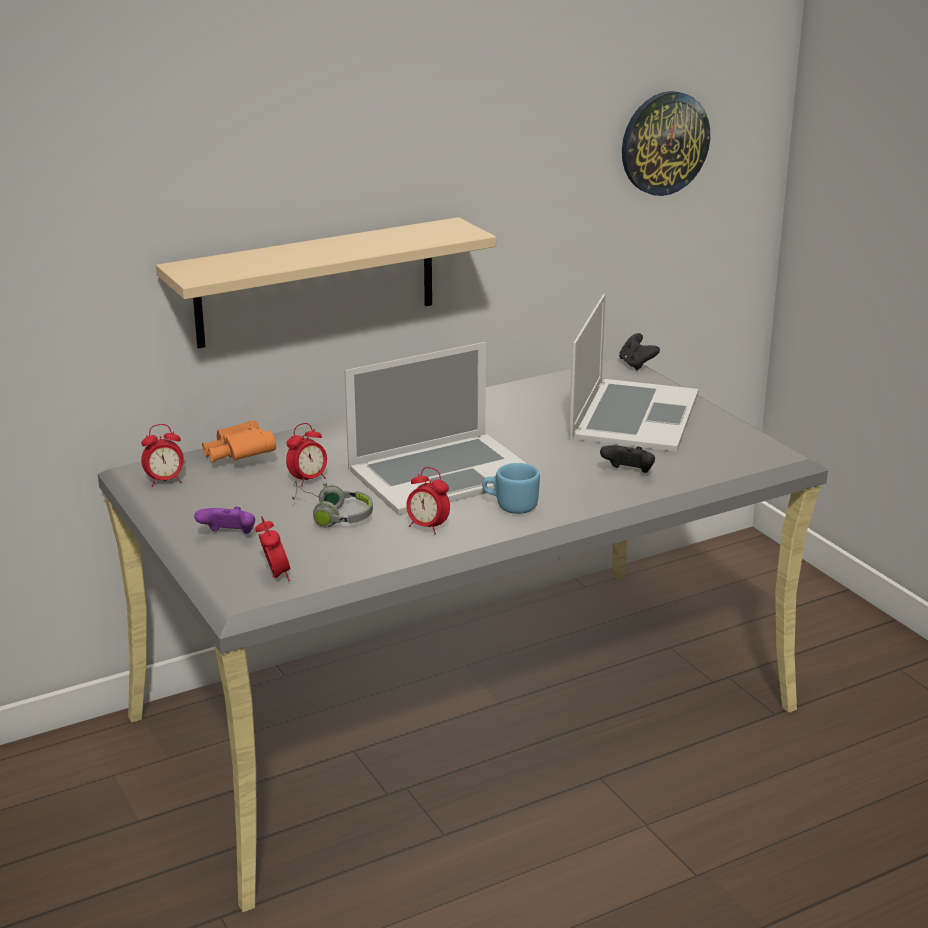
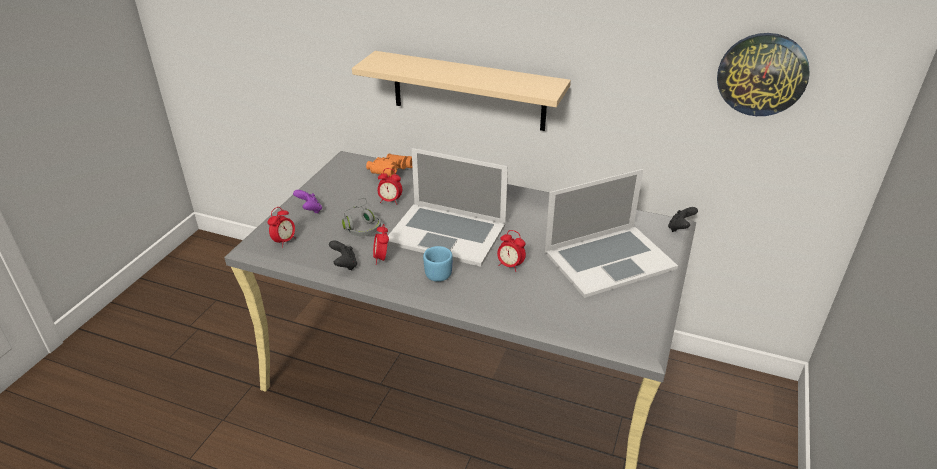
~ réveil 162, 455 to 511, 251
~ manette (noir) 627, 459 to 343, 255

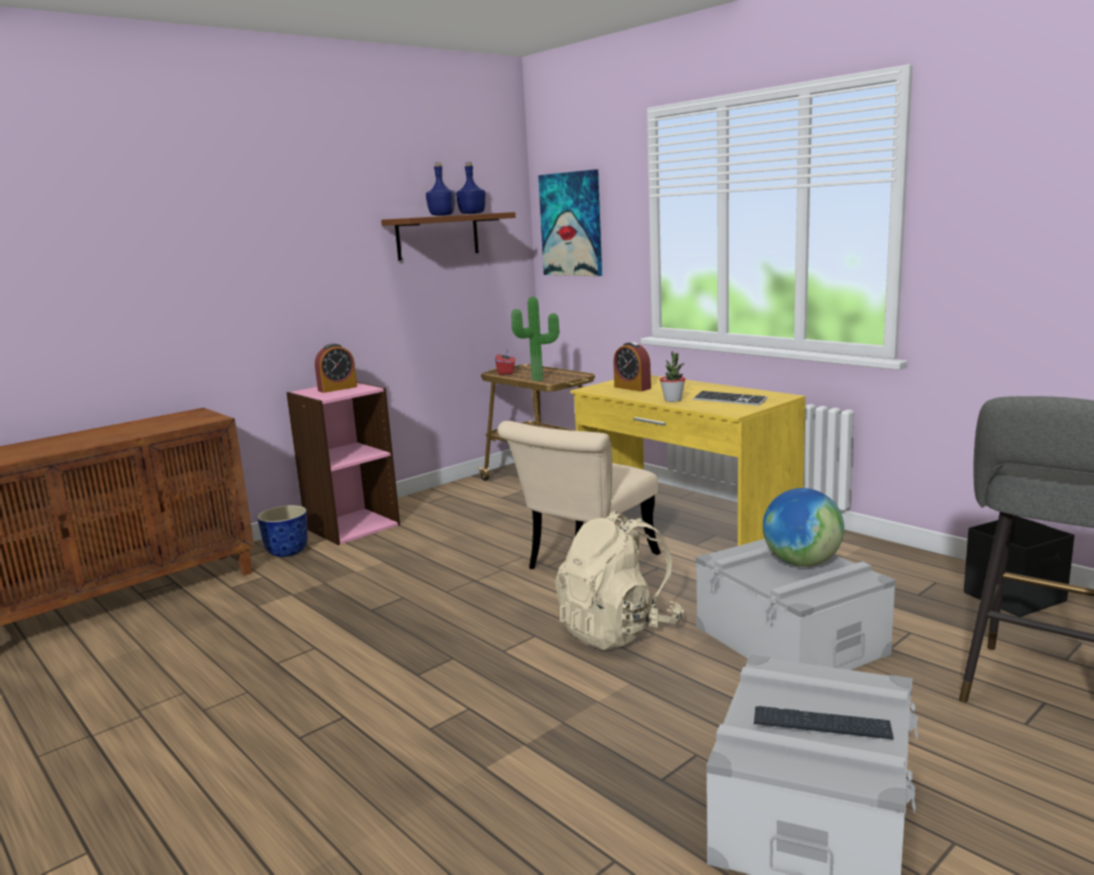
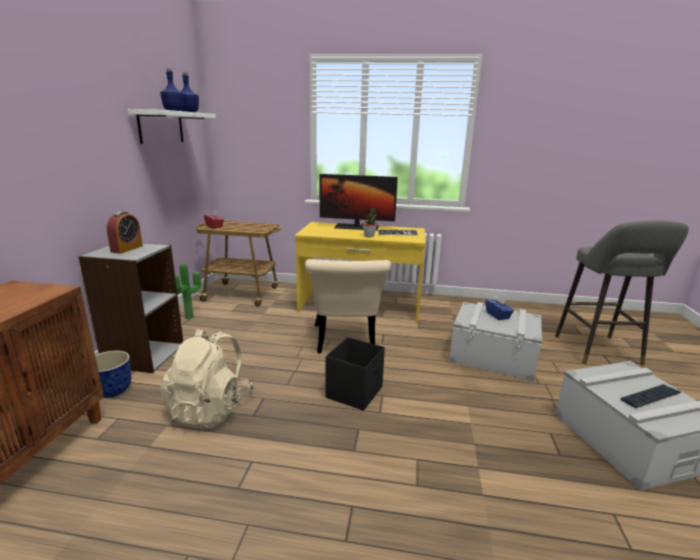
- tableau 570, 222
- réveil 632, 367
+ écran d'ordinateur 359, 202
~ plante en pot 535, 339 to 188, 291
~ sac à dos (beige) 619, 580 to 207, 379
~ boîte de rangement (noir) 1019, 566 to 355, 373
~ globe 803, 527 to boîte à mouchoirs (bleu) 499, 307
~ bibliothèque (rose) 343, 463 to bibliothèque (gris) 130, 307
~ étagère (marron) 448, 236 to étagère (blanc) 172, 126

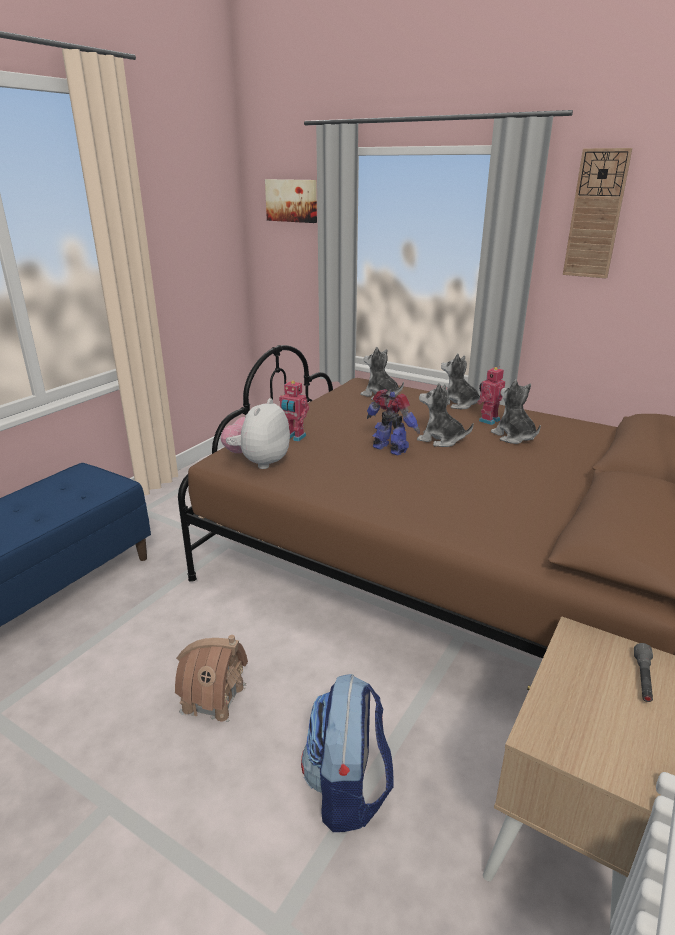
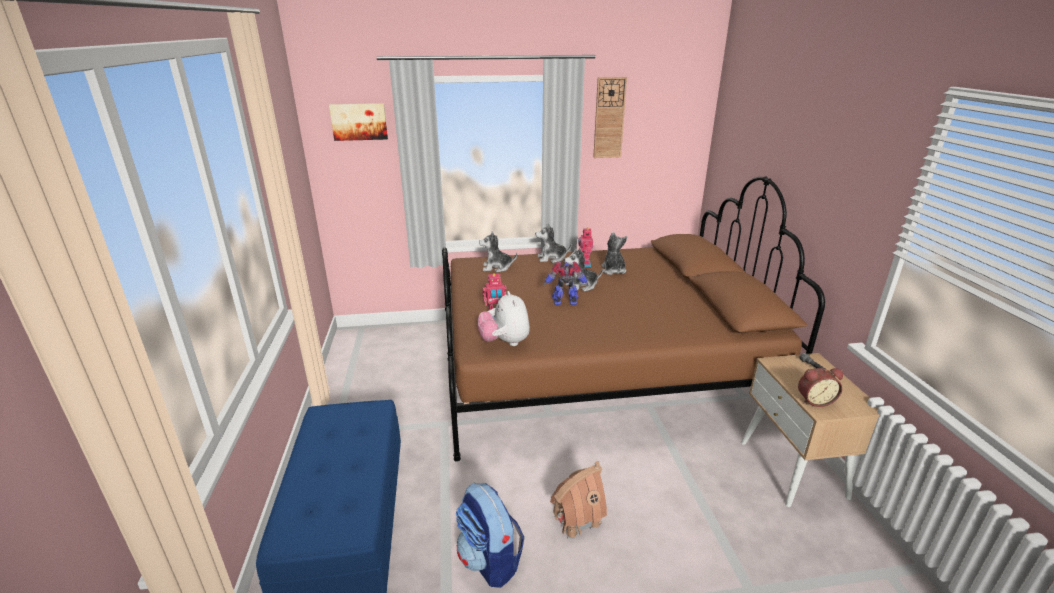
+ réveil 820, 387
~ sac à dos 347, 753 to 490, 535
~ peluche 516, 411 = 614, 253 60 degrees clockwise

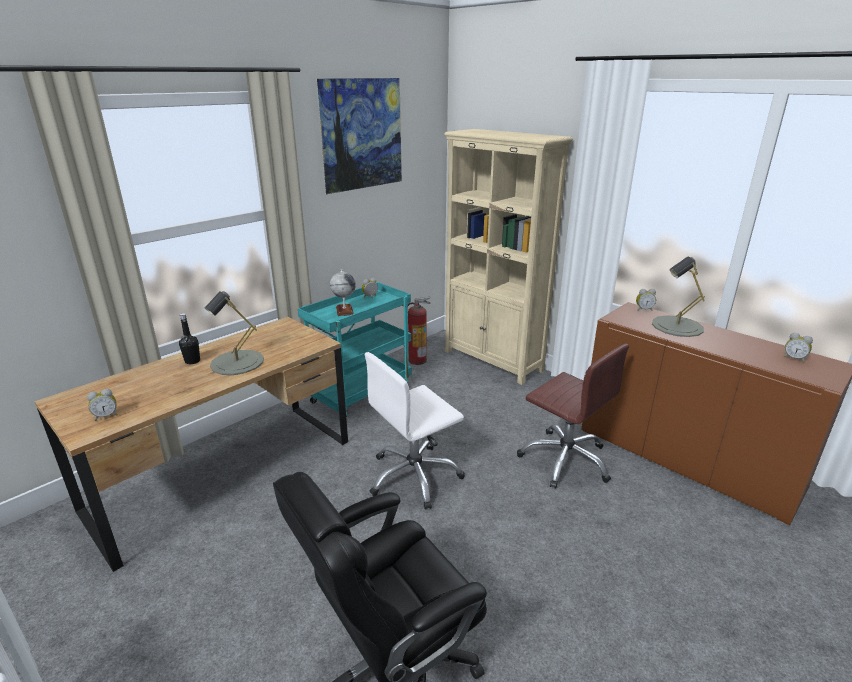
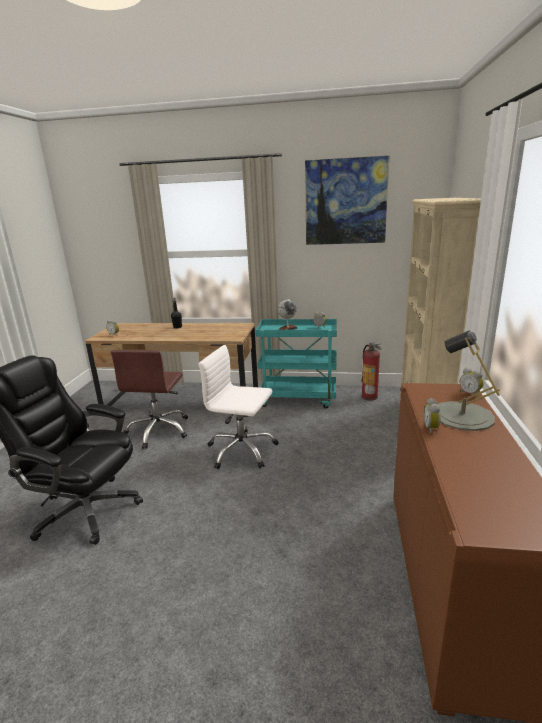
- lampe de table (gris) 234, 333
~ chaise de bureau (marron) 573, 416 to 149, 399
~ réveil 798, 348 to 432, 416

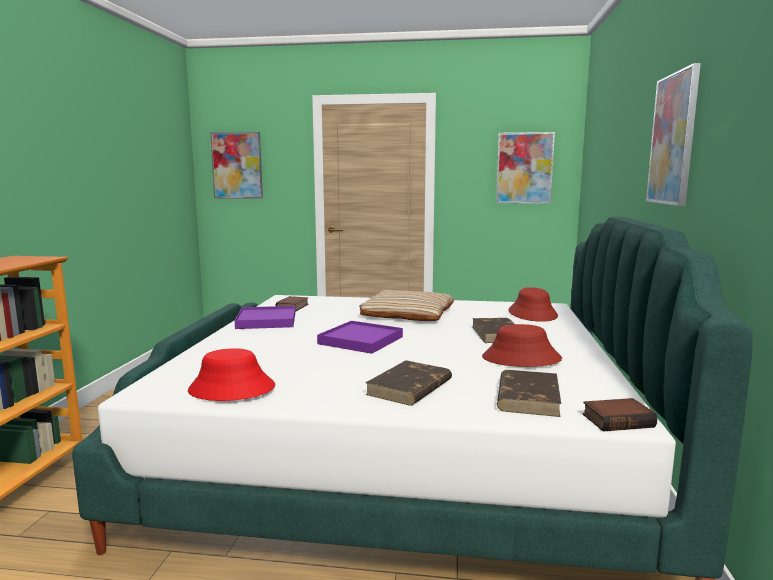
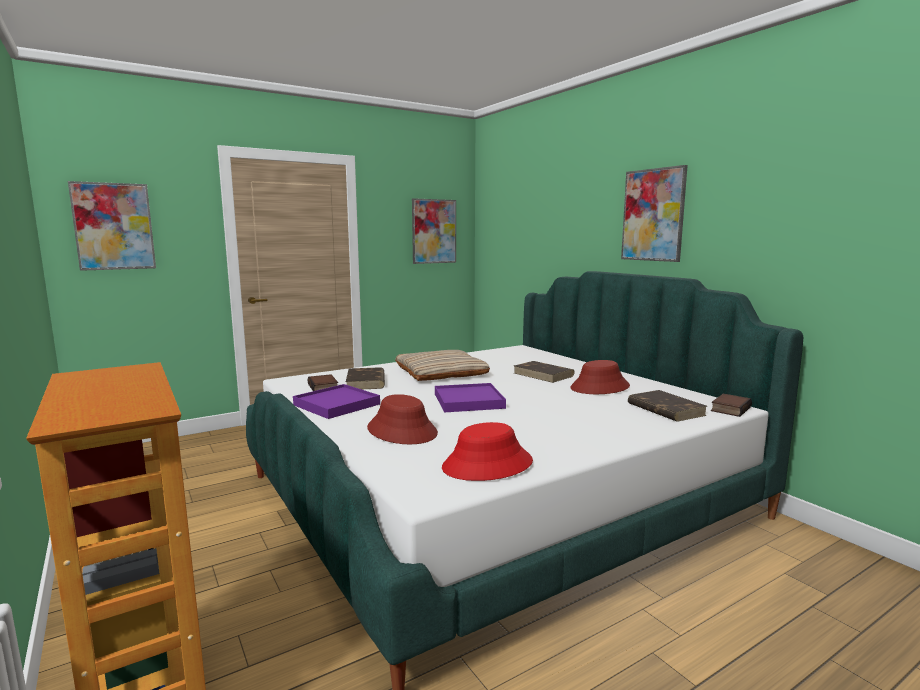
~ livre (marron) 408, 383 to 365, 378
~ chapeau (rouge) 533, 304 to 402, 419

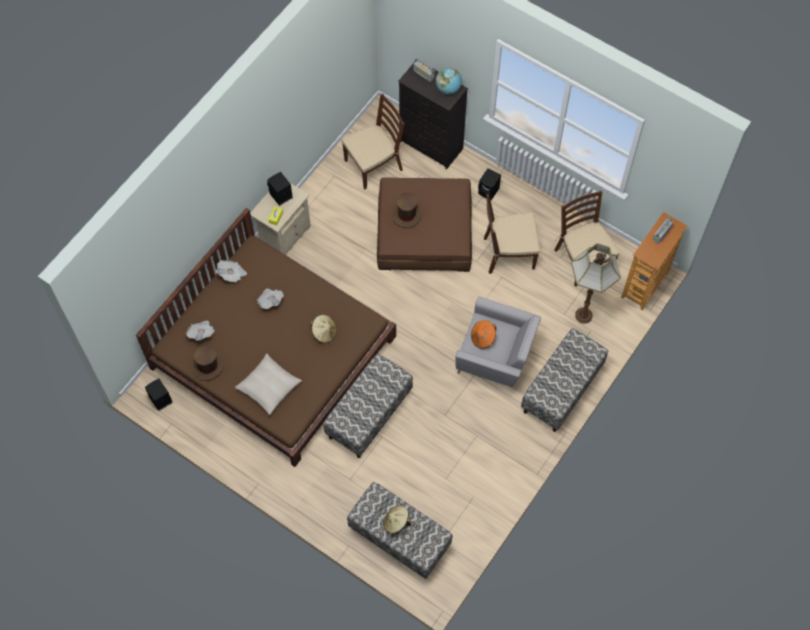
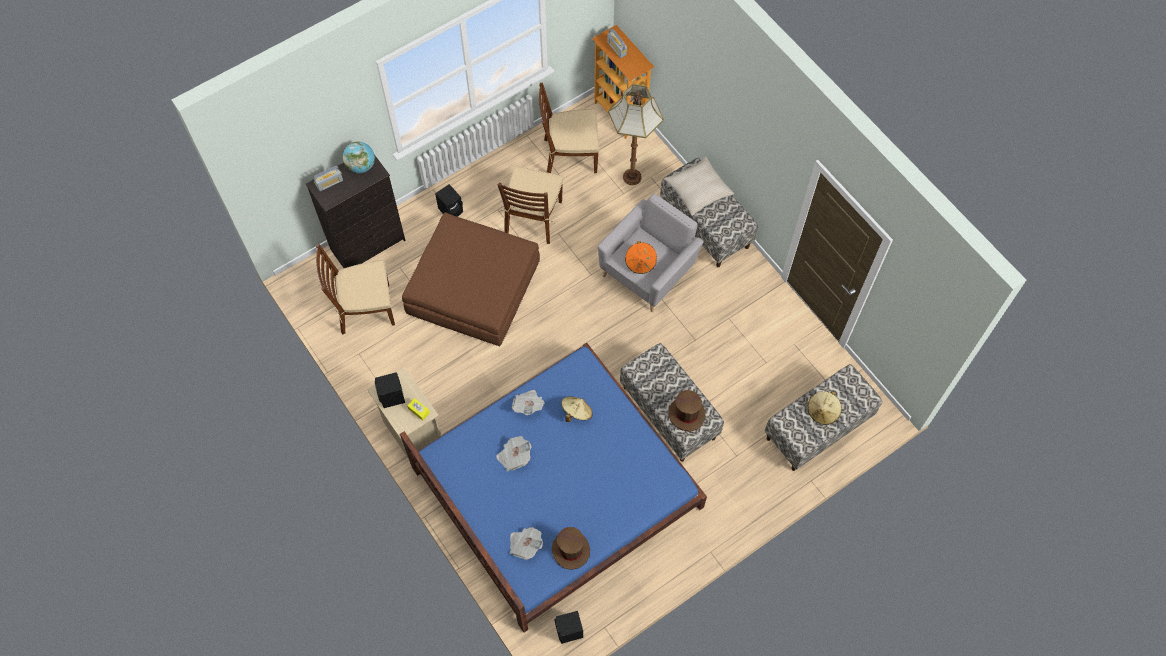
~ journal 231, 271 to 528, 402
~ coussin (beige) 268, 384 to 699, 186
~ chapeau (marron) 407, 210 to 687, 411
~ lit (marron) 266, 337 to lit (bleu) 553, 488
~ chaise (marron) 373, 141 = 355, 289 90 degrees counterclockwise

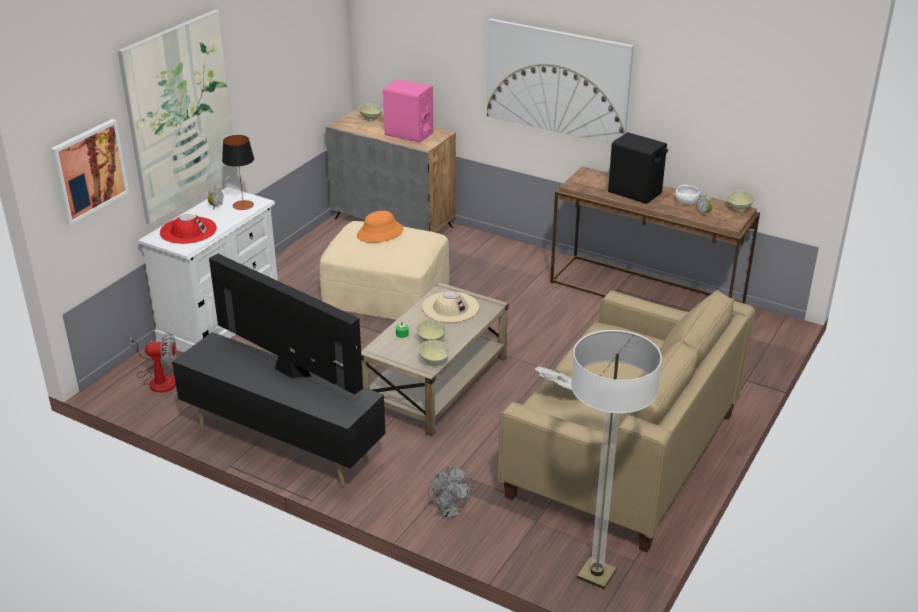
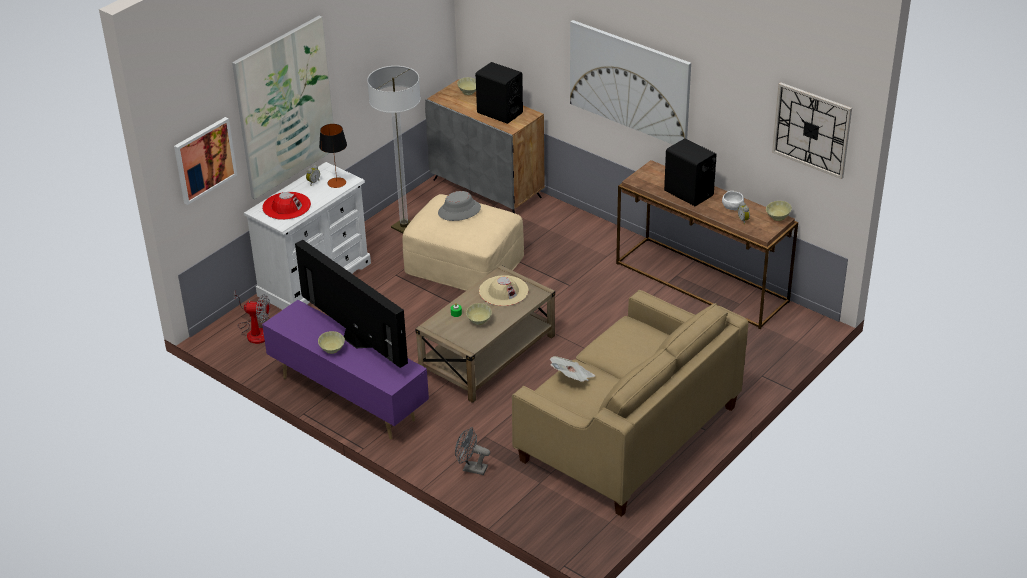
+ horloge murale 812, 130
~ bol (beige) 434, 353 to 331, 342
~ lampadaire 616, 459 to 394, 149
~ meuble télé (noir) 278, 409 to meuble télé (violet) 345, 370
~ chapeau (orange) 380, 227 to chapeau (gris) 459, 206
~ enceinte (rose) 407, 110 to enceinte (noir) 499, 93
~ ventilateur (gris) 450, 493 = 472, 451 120 degrees clockwise

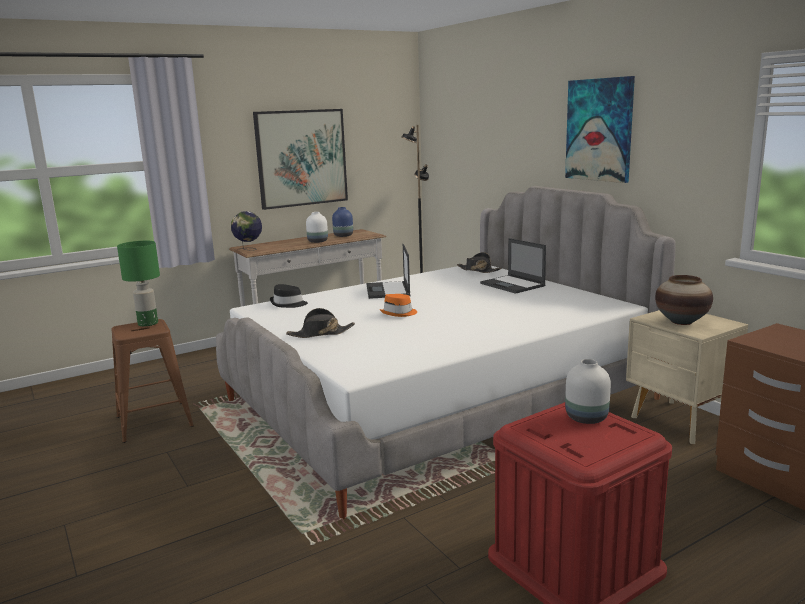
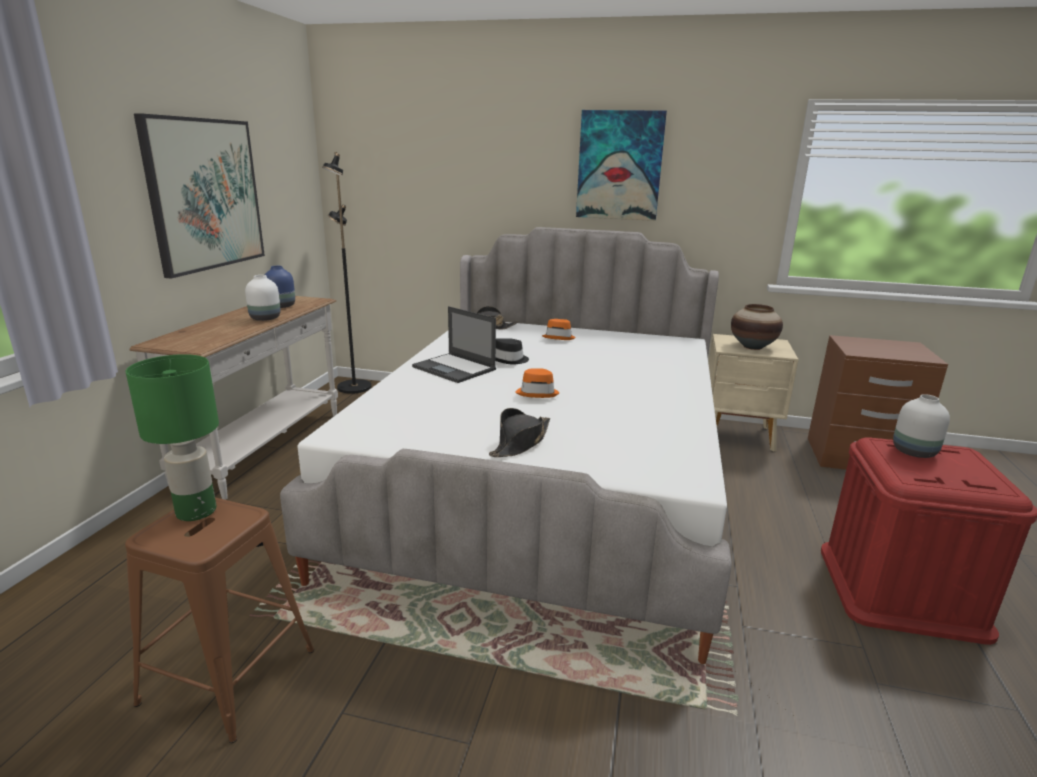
- globe 246, 231
~ chapeau (noir) 289, 296 to 512, 351
~ ordinateur portable 513, 266 to chapeau (orange) 559, 329

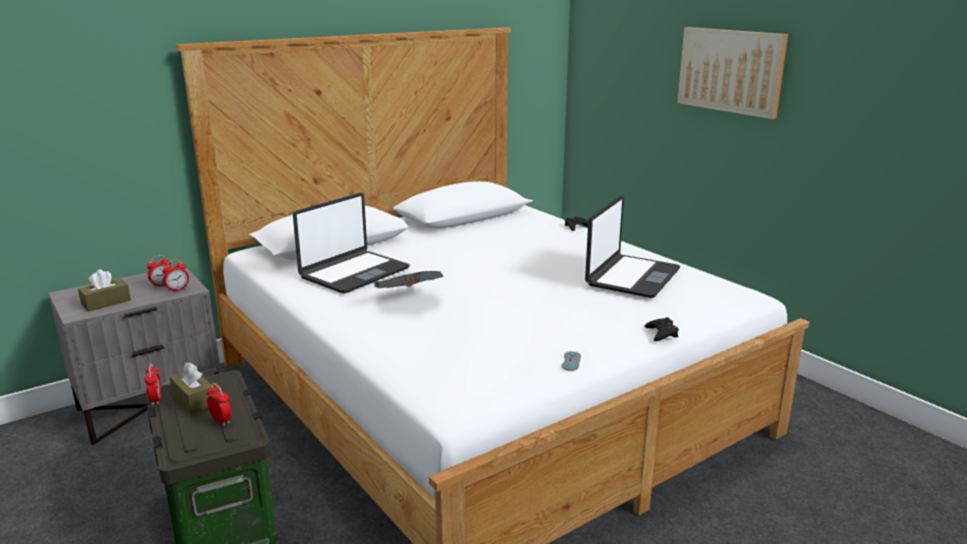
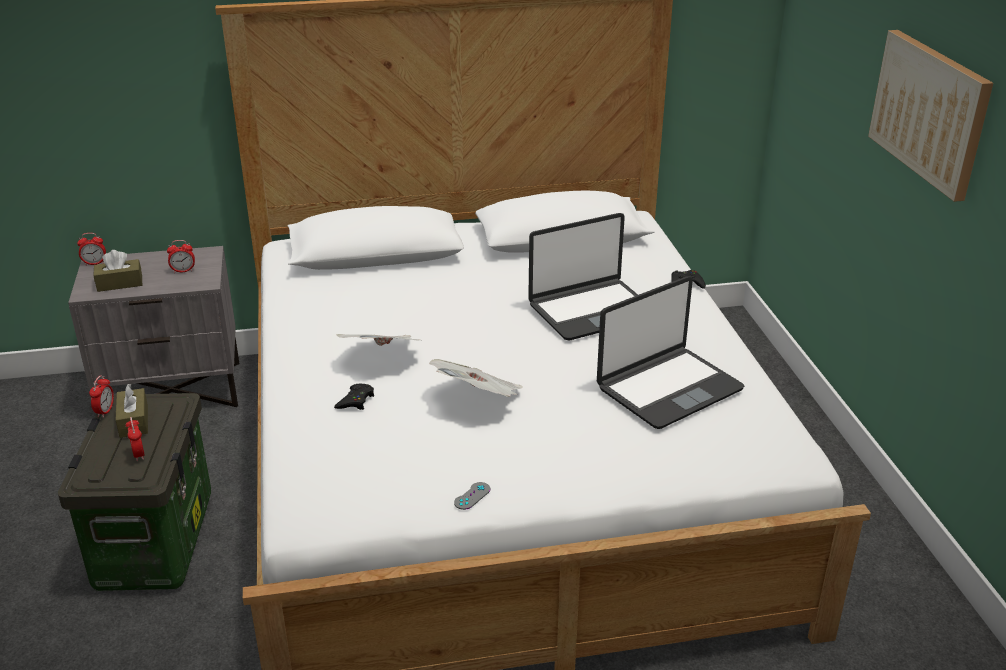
+ journal 476, 378
~ réveil 175, 275 to 91, 249
~ ordinateur portable 351, 243 to 583, 276
~ manette (noir) 661, 329 to 354, 397

